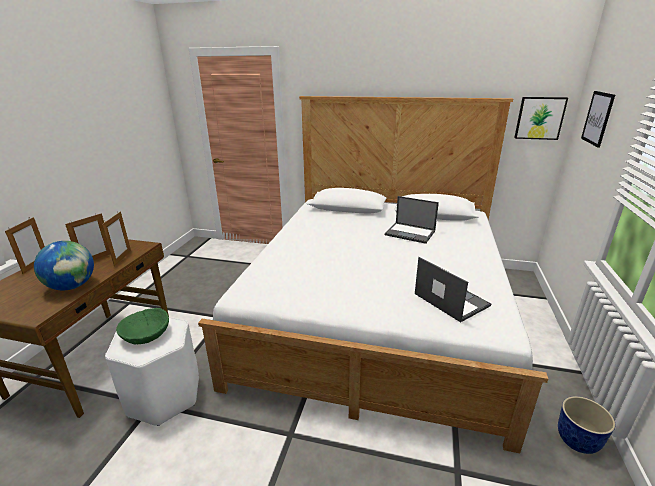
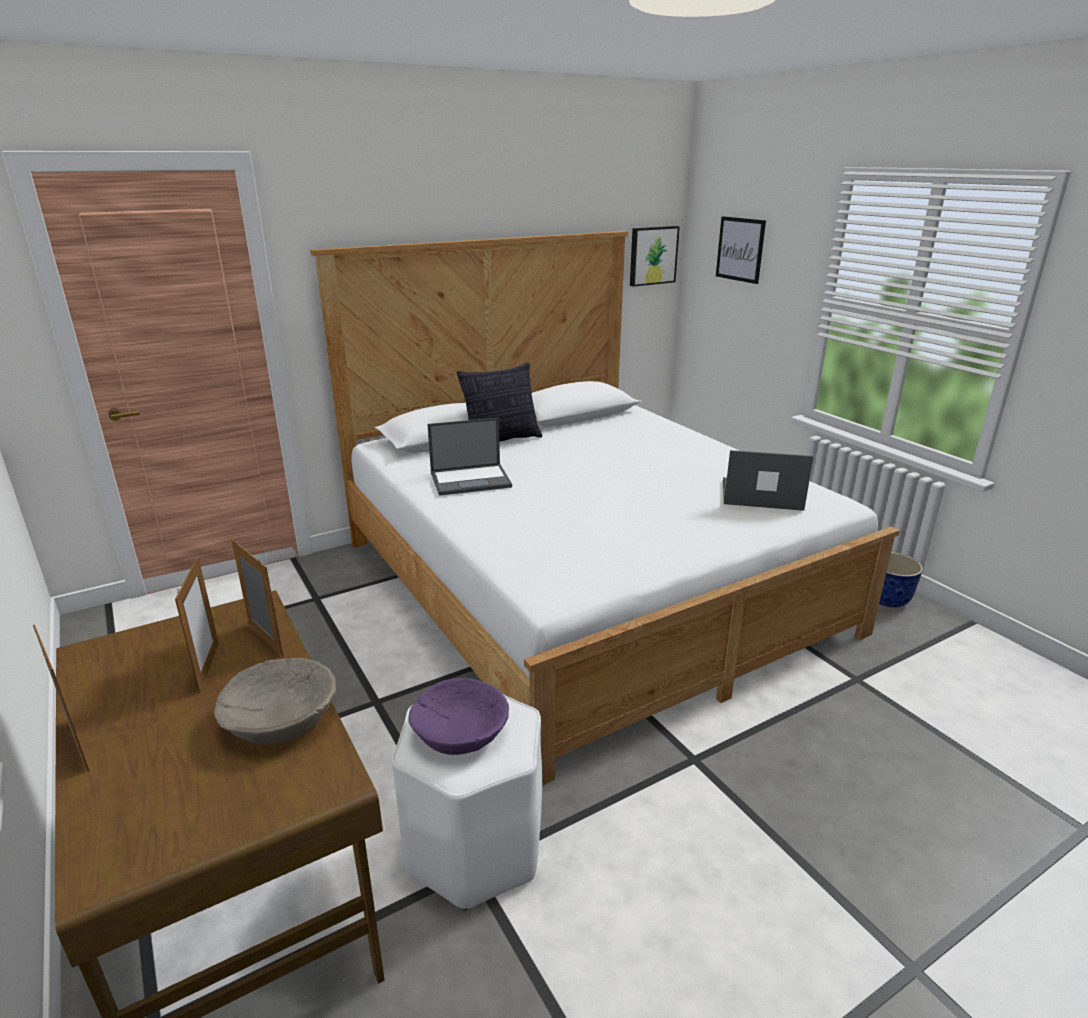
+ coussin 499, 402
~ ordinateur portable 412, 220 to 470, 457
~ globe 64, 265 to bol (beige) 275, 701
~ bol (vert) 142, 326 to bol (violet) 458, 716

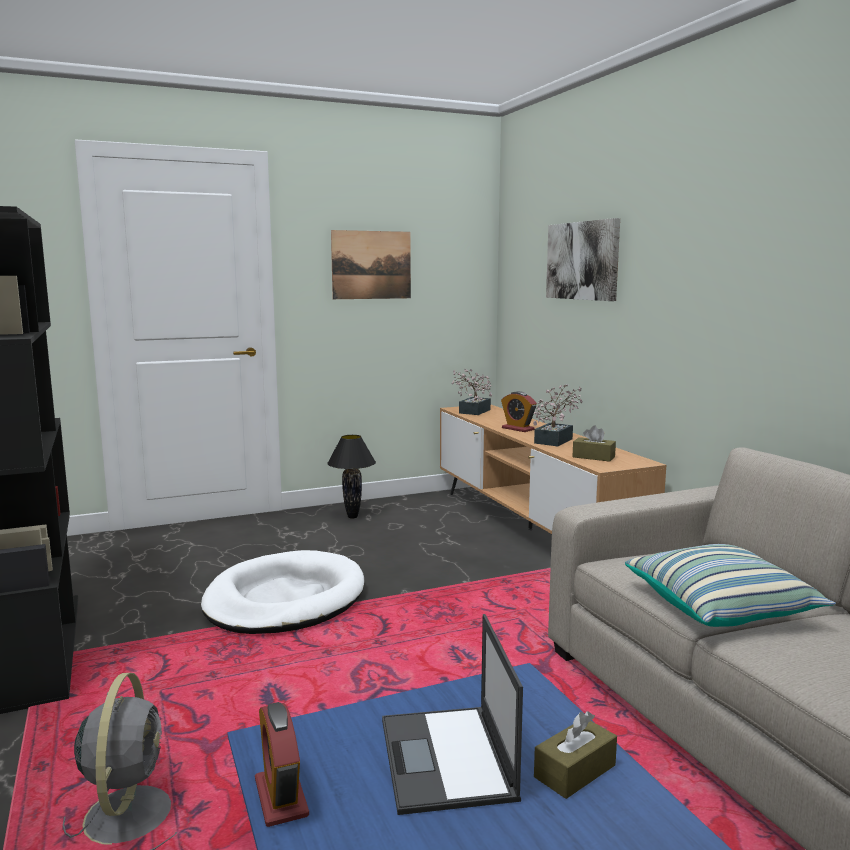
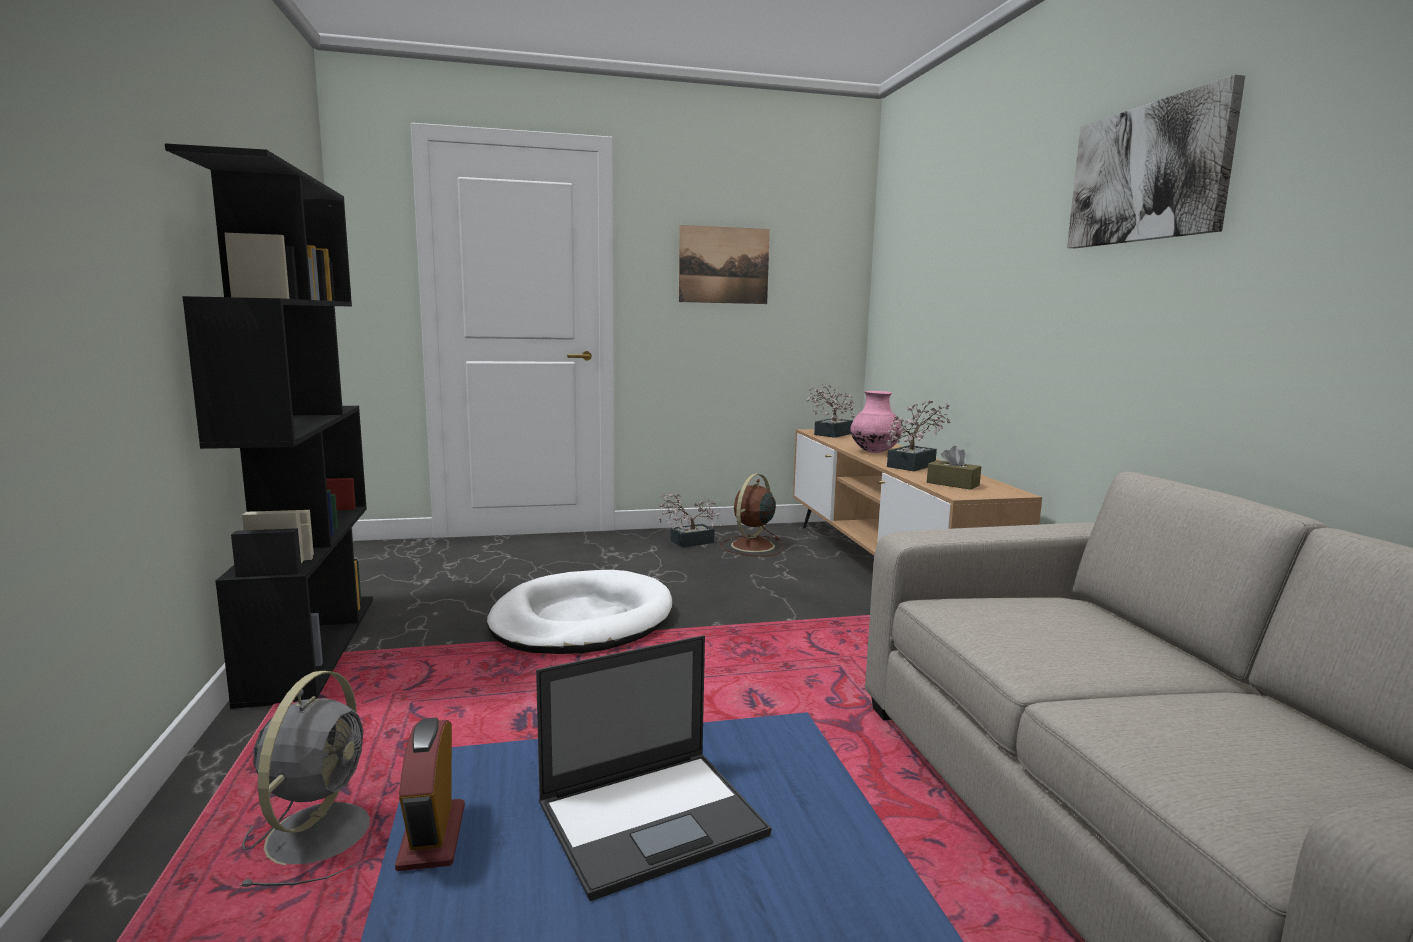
- boîte à mouchoirs (marron) 575, 755
- coussin 730, 585
+ ventilateur (marron) 751, 515
~ tableau 583, 259 to 1156, 161
~ lampe de table (noir) 351, 476 to plante en pot 689, 520
~ réveil 519, 411 to vase (rose) 876, 422
~ ordinateur portable 452, 714 = 653, 768 120 degrees counterclockwise

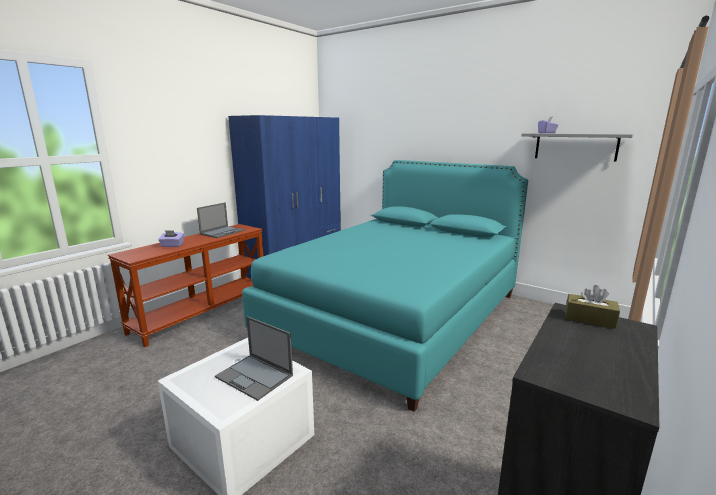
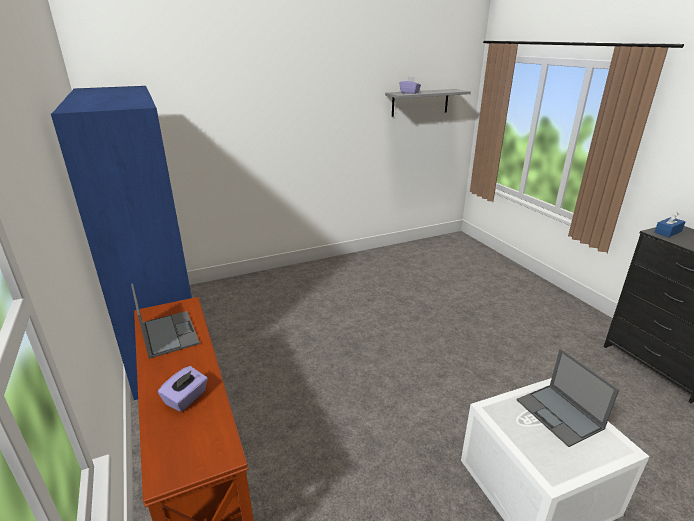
- lit (turquoise) 385, 286
~ boîte à mouchoirs (marron) 592, 307 to boîte à mouchoirs (bleu) 670, 224
~ ordinateur portable 254, 358 = 568, 398 90 degrees clockwise

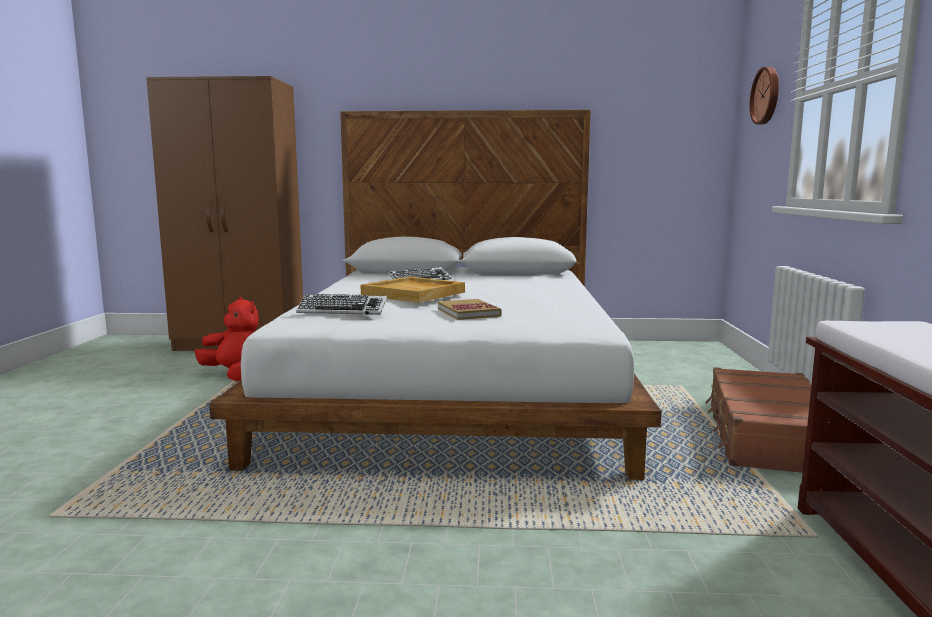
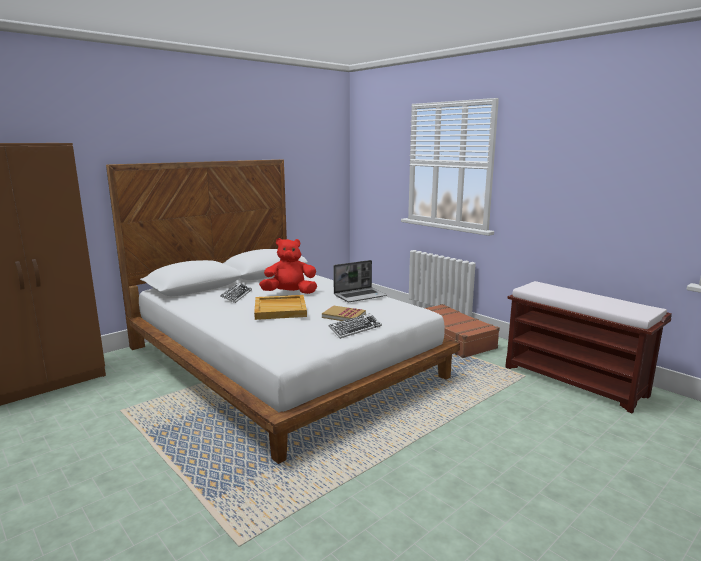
- horloge murale 764, 96
+ ordinateur portable 360, 281
~ peluche (rouge) 226, 339 to 288, 266
~ clavier 341, 304 to 355, 326

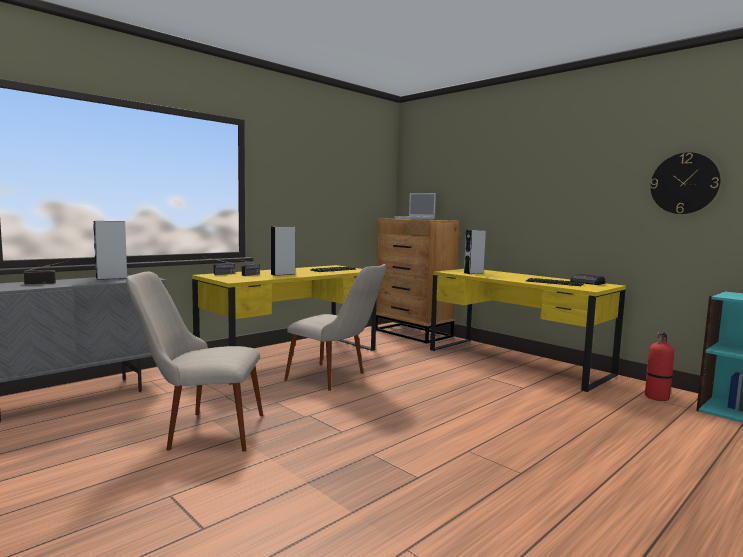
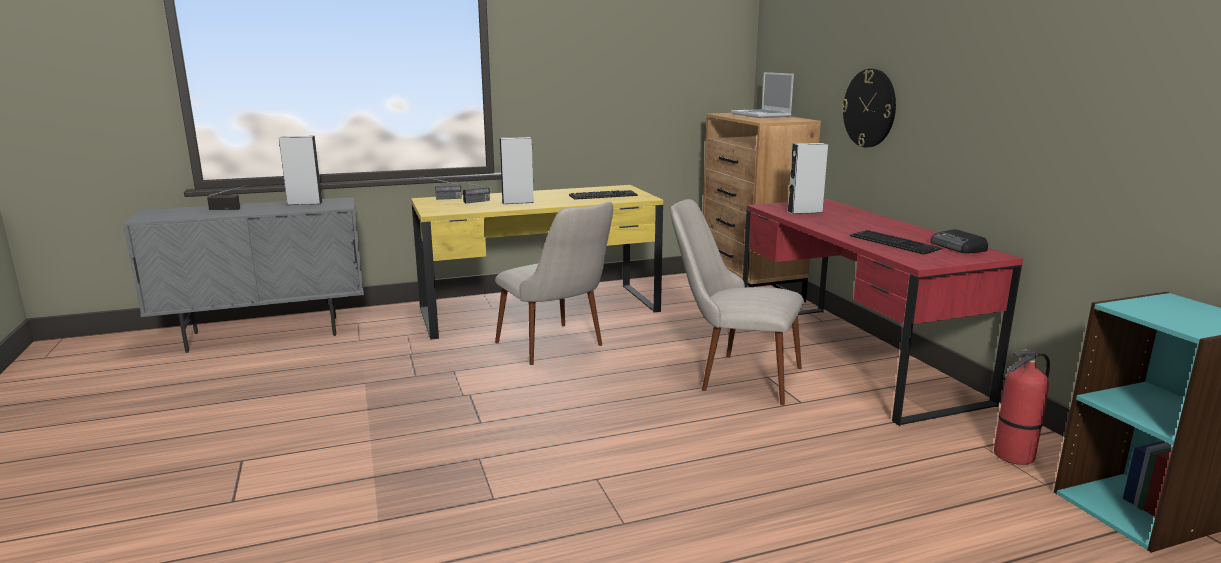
~ chaise (beige) 194, 362 to 737, 302
~ horloge murale 685, 183 to 868, 108
~ bureau (jaune) 528, 330 to bureau (rouge) 883, 312

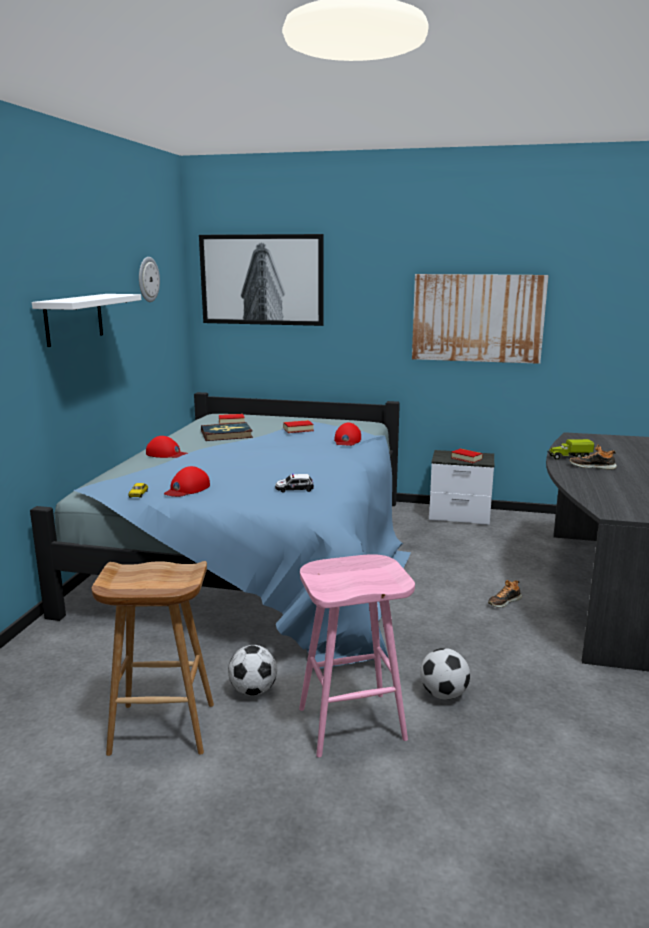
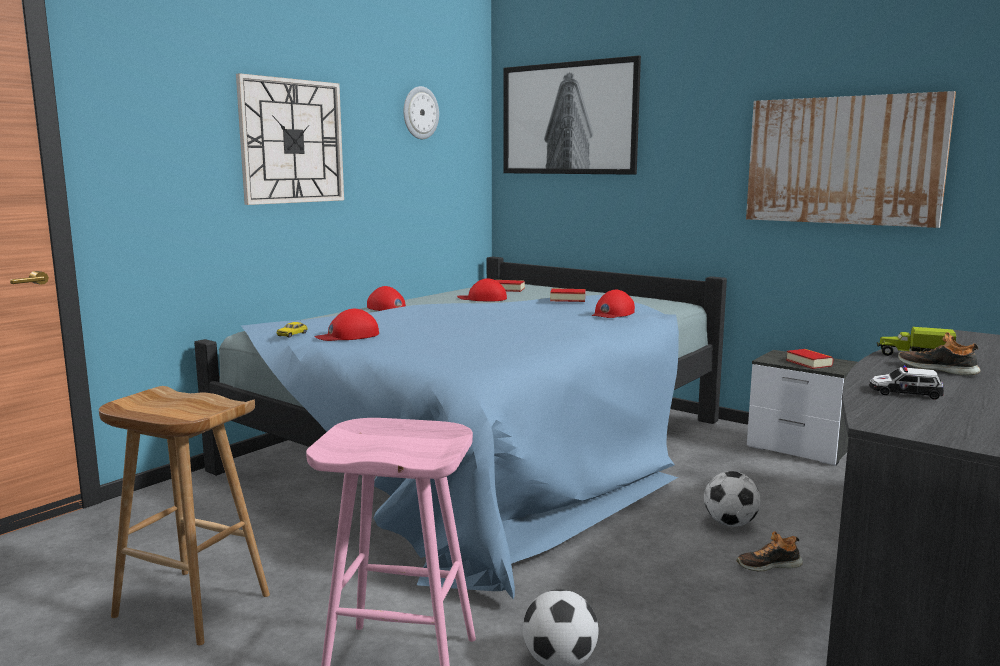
~ ballon de foot 252, 670 to 732, 499
~ petite voiture 294, 483 to 906, 383
~ étagère (blanc) 86, 320 to horloge murale 290, 139
~ livre 227, 431 to casquette (rouge) 482, 289

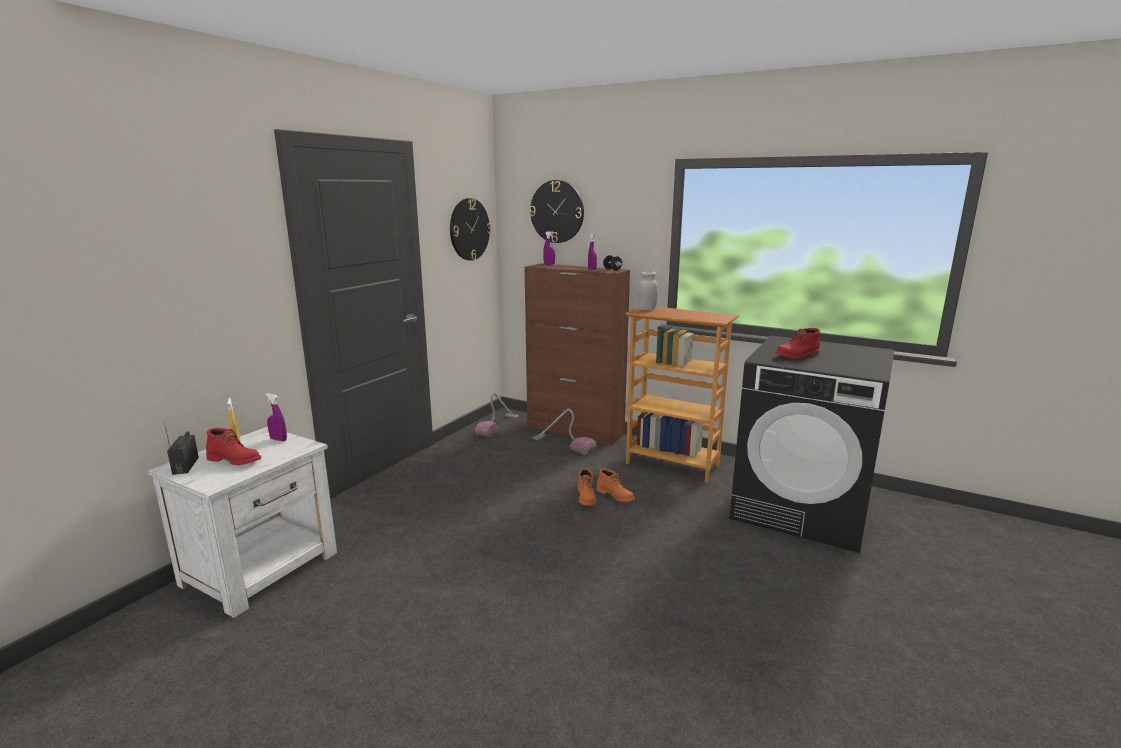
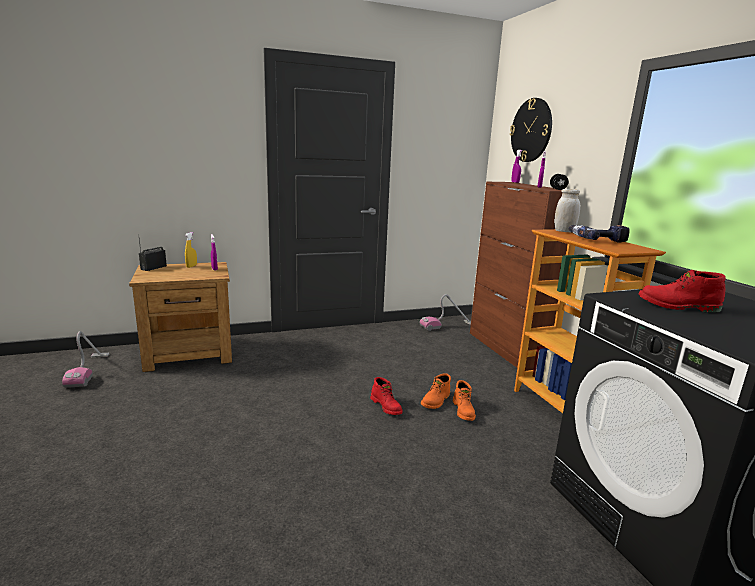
- horloge murale 470, 229
+ perceuse 599, 234
~ botte (rouge) 233, 446 to 387, 396
~ aspirateur 565, 431 to 86, 359
~ table de chevet (blanc) 242, 522 to table de chevet (marron) 180, 317

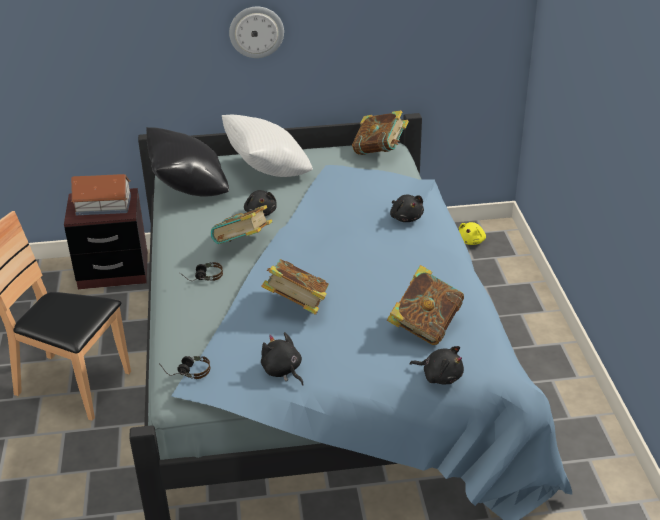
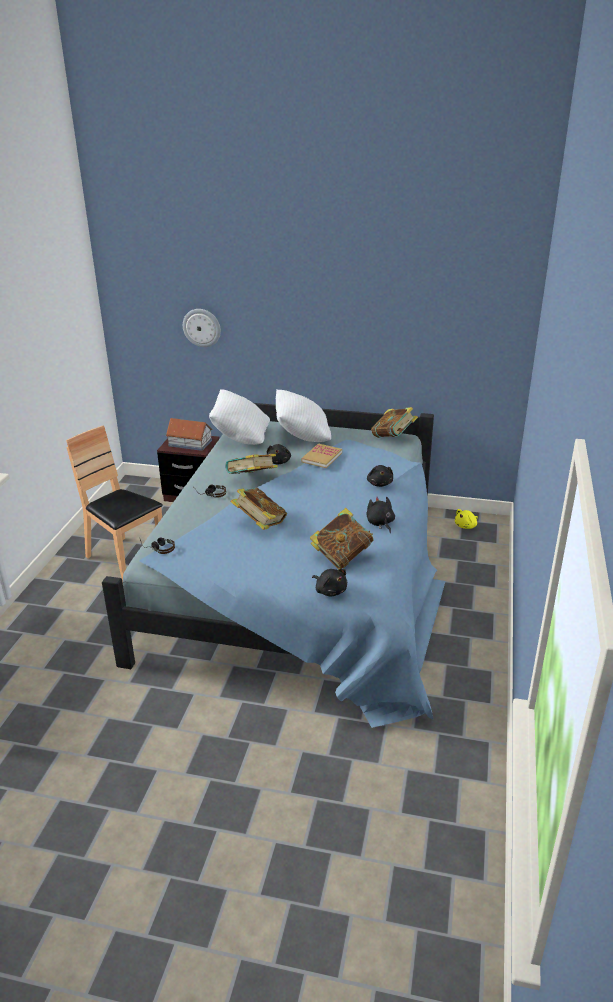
+ livre 321, 455
~ horloge murale 256, 32 to 202, 328
~ peluche (noir) 282, 359 to 380, 514
~ coussin (noir) 187, 161 to coussin (blanc) 239, 417

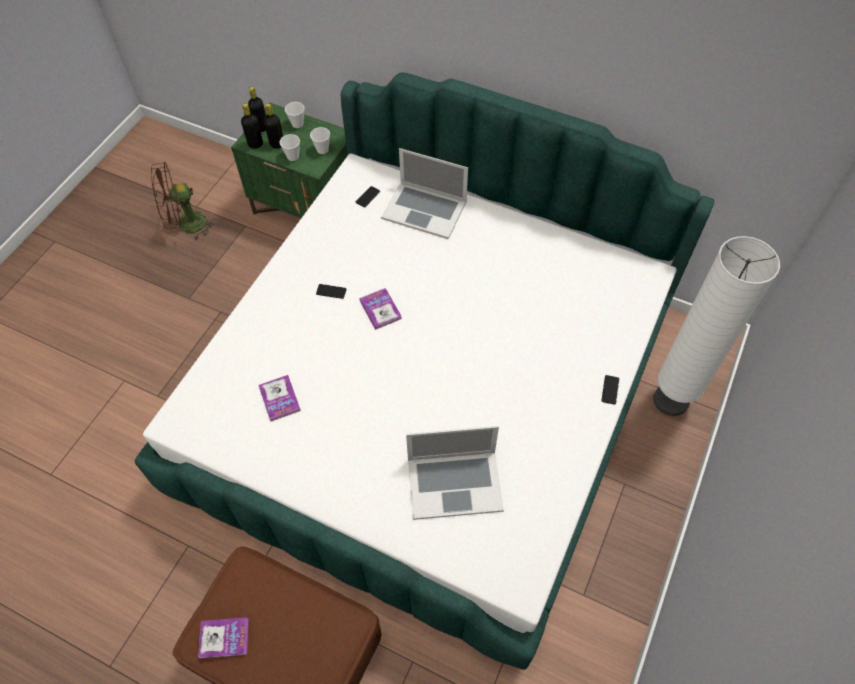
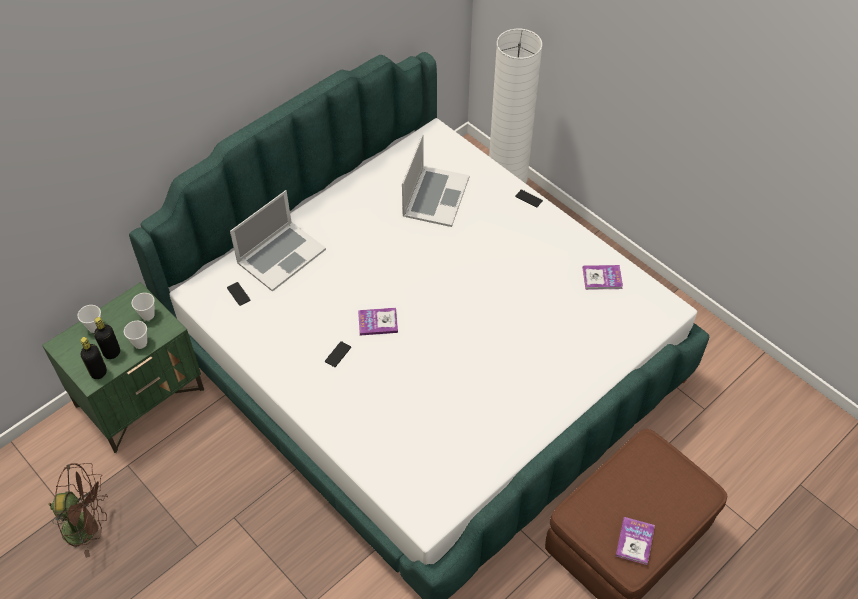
- bouteille (noir) 257, 109
~ livre 279, 398 to 603, 277
~ ordinateur portable 455, 473 to 436, 180
~ ventilateur (marron) 183, 201 = 78, 510 90 degrees counterclockwise

